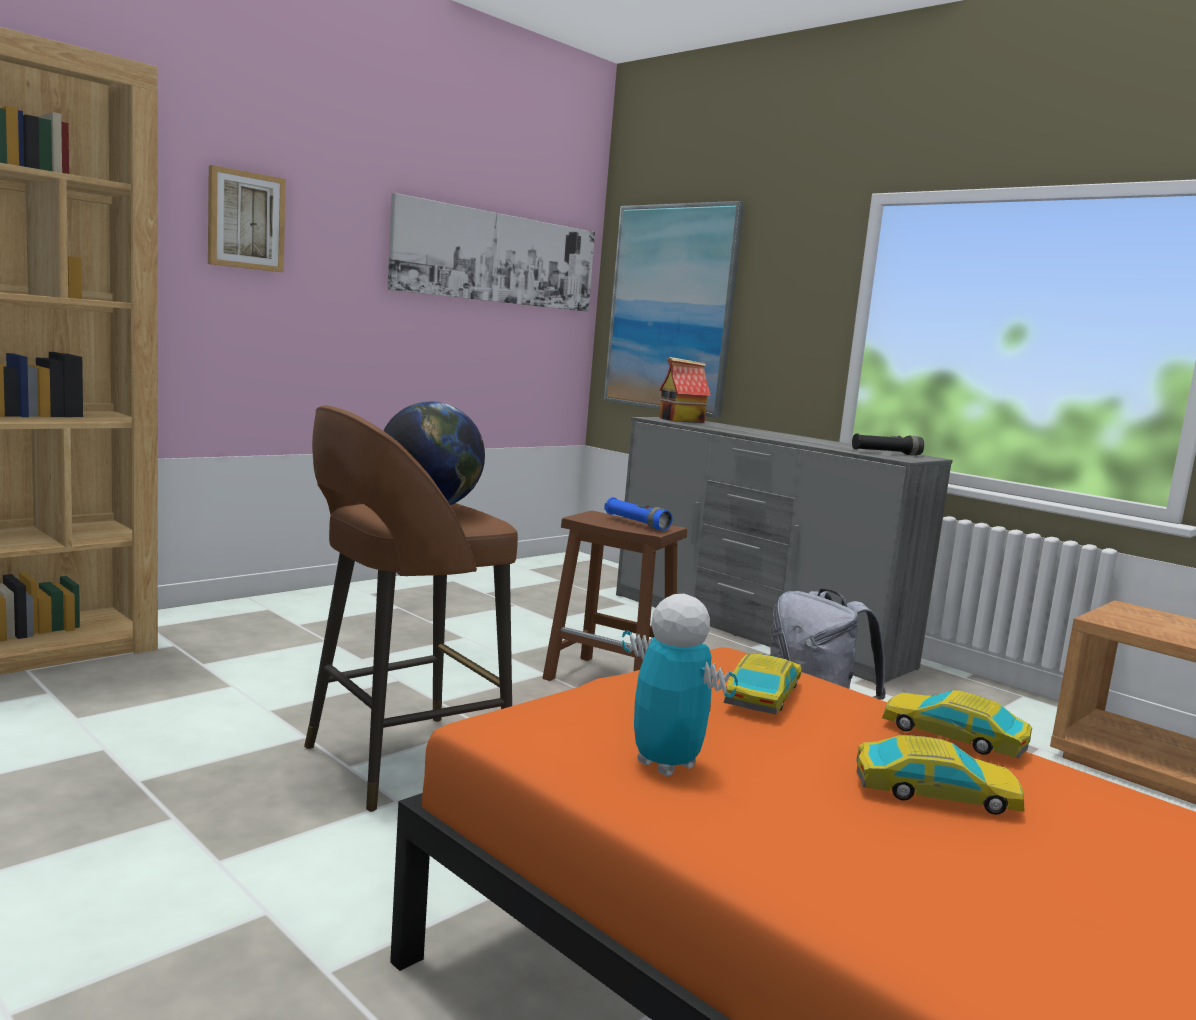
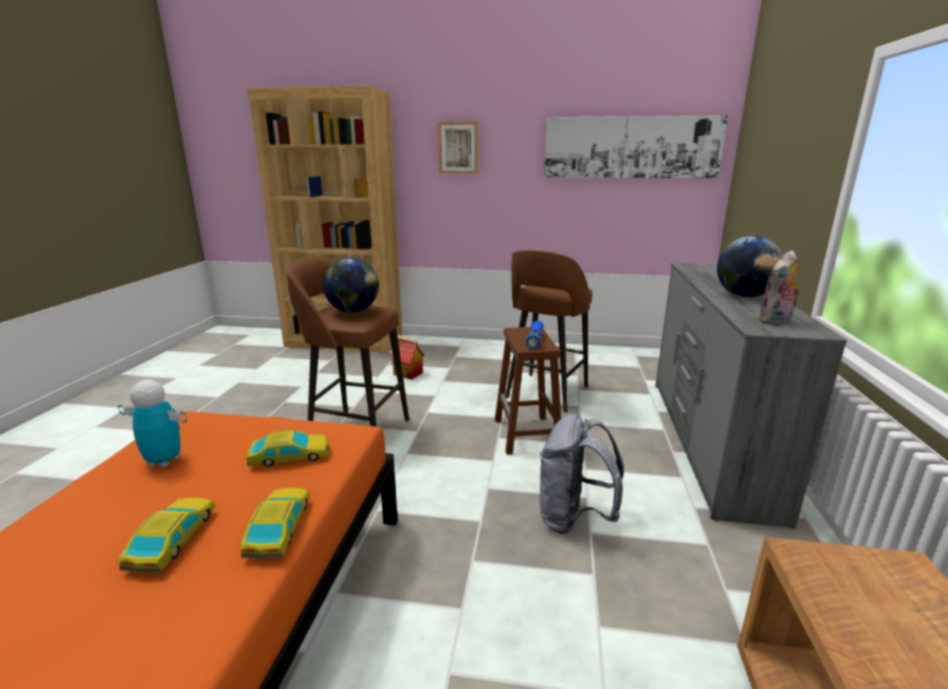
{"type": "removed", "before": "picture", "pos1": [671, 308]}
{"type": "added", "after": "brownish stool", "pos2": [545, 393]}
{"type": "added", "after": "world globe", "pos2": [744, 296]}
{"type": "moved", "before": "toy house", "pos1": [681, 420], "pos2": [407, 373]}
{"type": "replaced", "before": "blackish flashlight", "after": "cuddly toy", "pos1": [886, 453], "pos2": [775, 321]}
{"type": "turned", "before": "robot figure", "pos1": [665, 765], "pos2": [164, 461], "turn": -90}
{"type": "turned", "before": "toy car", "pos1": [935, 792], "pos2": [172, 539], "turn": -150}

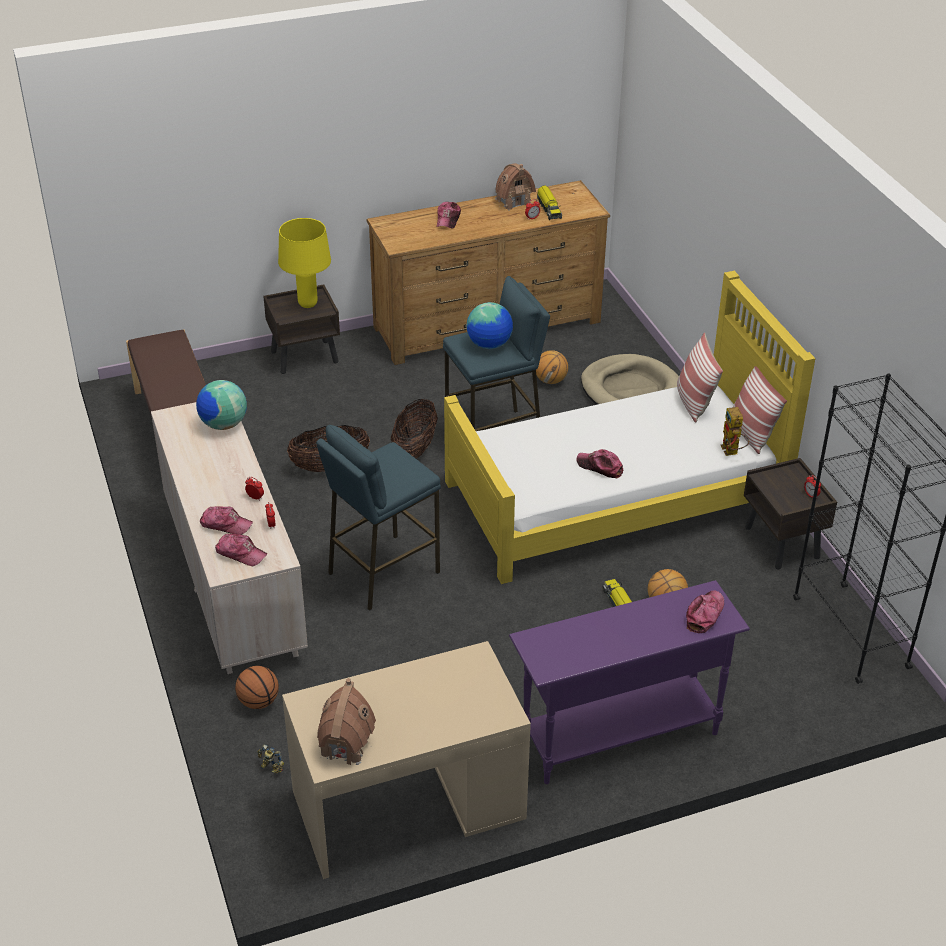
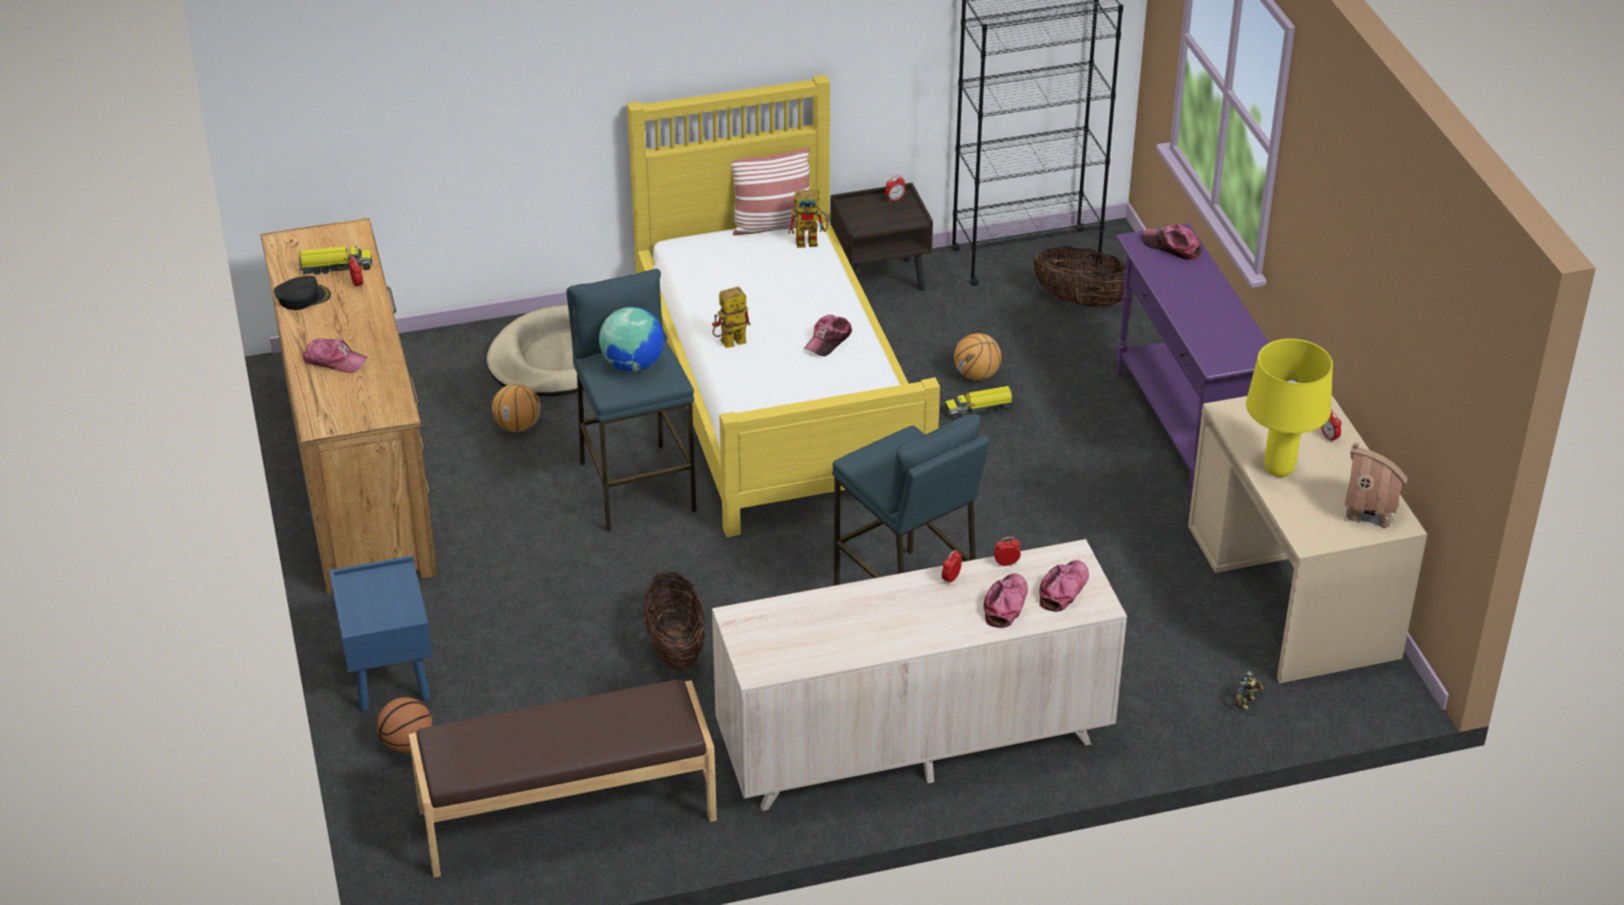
{"type": "removed", "before": "world globe", "pos1": [223, 424]}
{"type": "removed", "before": "pillow", "pos1": [694, 402]}
{"type": "added", "after": "robot figure", "pos2": [729, 344]}
{"type": "added", "after": "alarm clock", "pos2": [1329, 437]}
{"type": "moved", "before": "basketball ball", "pos1": [259, 701], "pos2": [407, 744]}
{"type": "moved", "before": "yellowish lamp for a table", "pos1": [307, 304], "pos2": [1279, 470]}
{"type": "moved", "before": "storage basket", "pos1": [414, 449], "pos2": [1082, 301]}
{"type": "replaced", "before": "toy house", "after": "blackish cap", "pos1": [513, 201], "pos2": [303, 297]}
{"type": "recoloured", "before": "brownish bedside table", "after": "blue-coloured bedside table", "pos1": [305, 357], "pos2": [388, 672]}

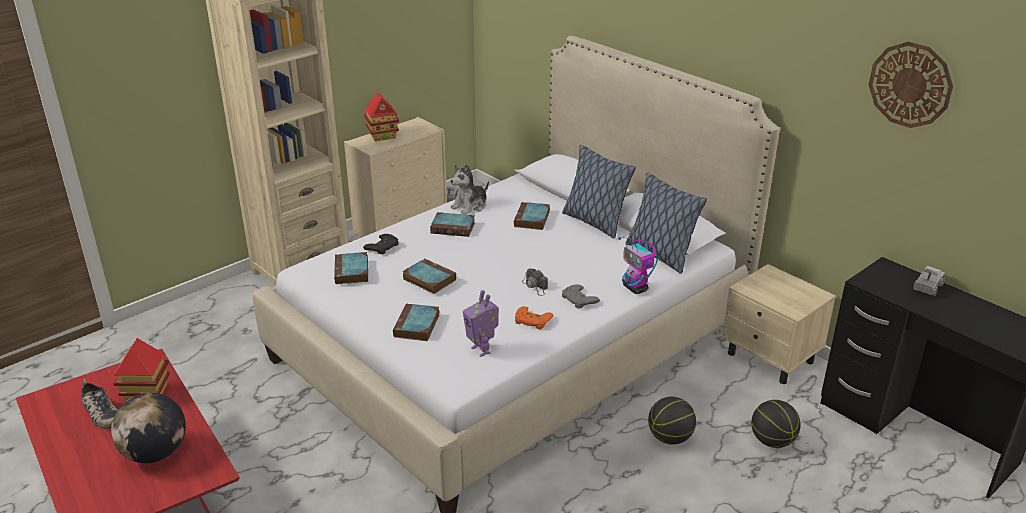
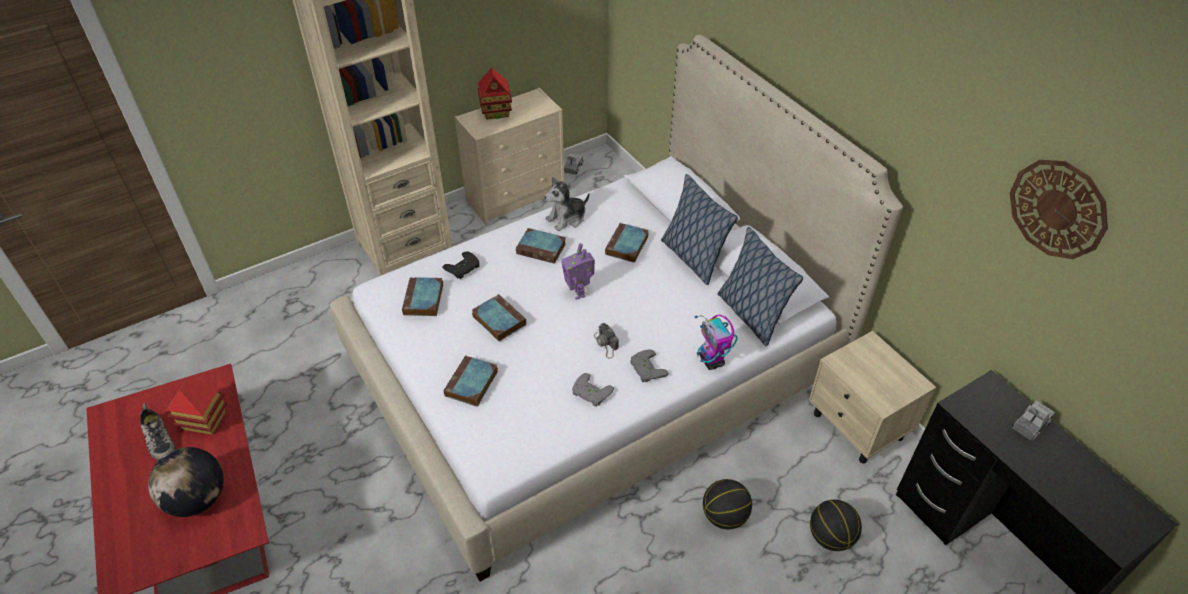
{"type": "moved", "before": "robot figure", "pos1": [481, 350], "pos2": [578, 292]}
{"type": "recoloured", "before": "orangey joypad", "after": "grey joypad", "pos1": [531, 321], "pos2": [590, 393]}

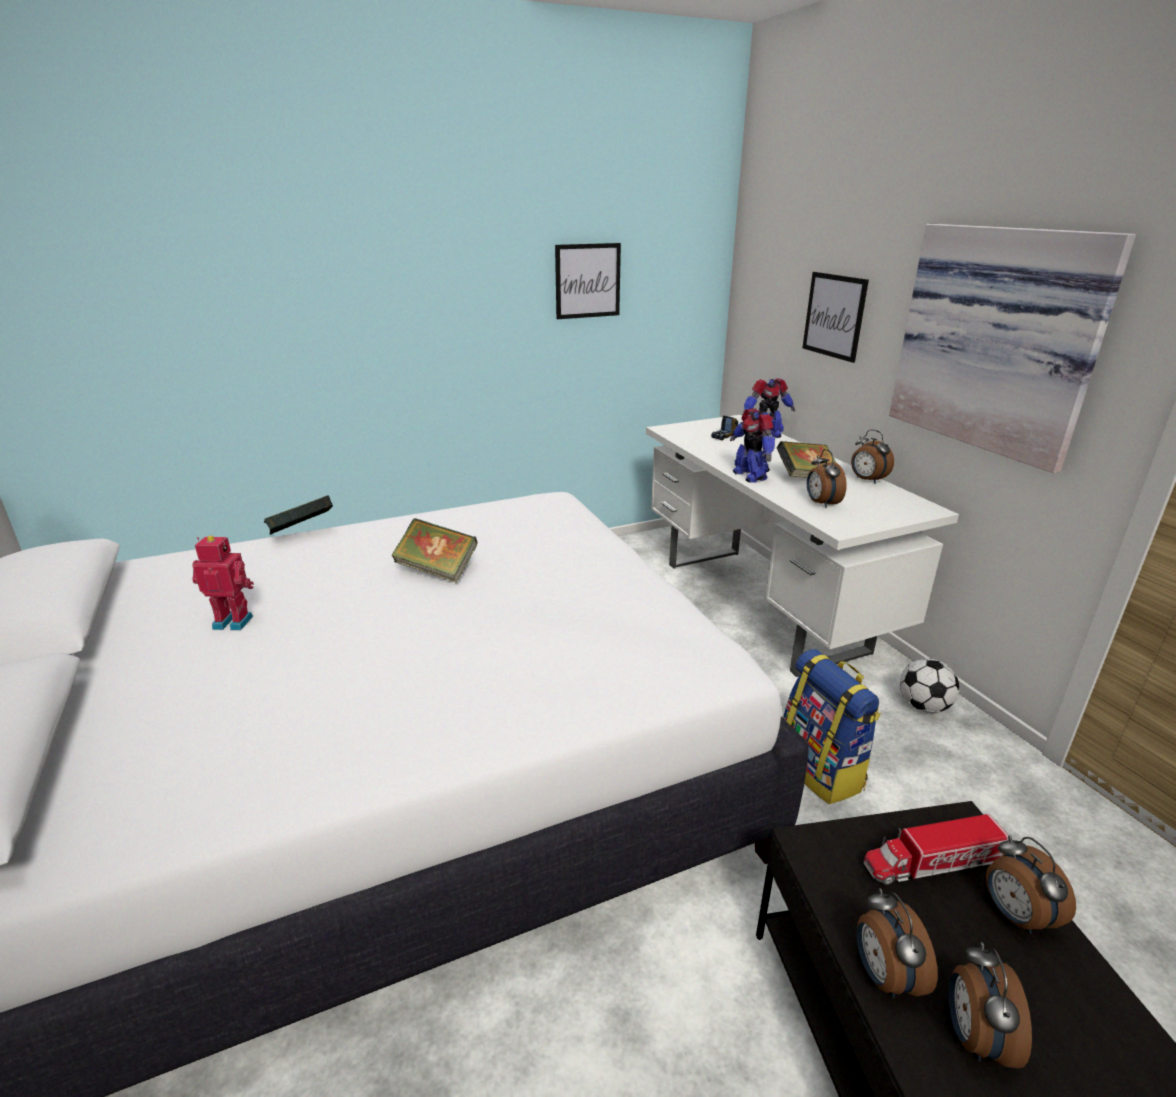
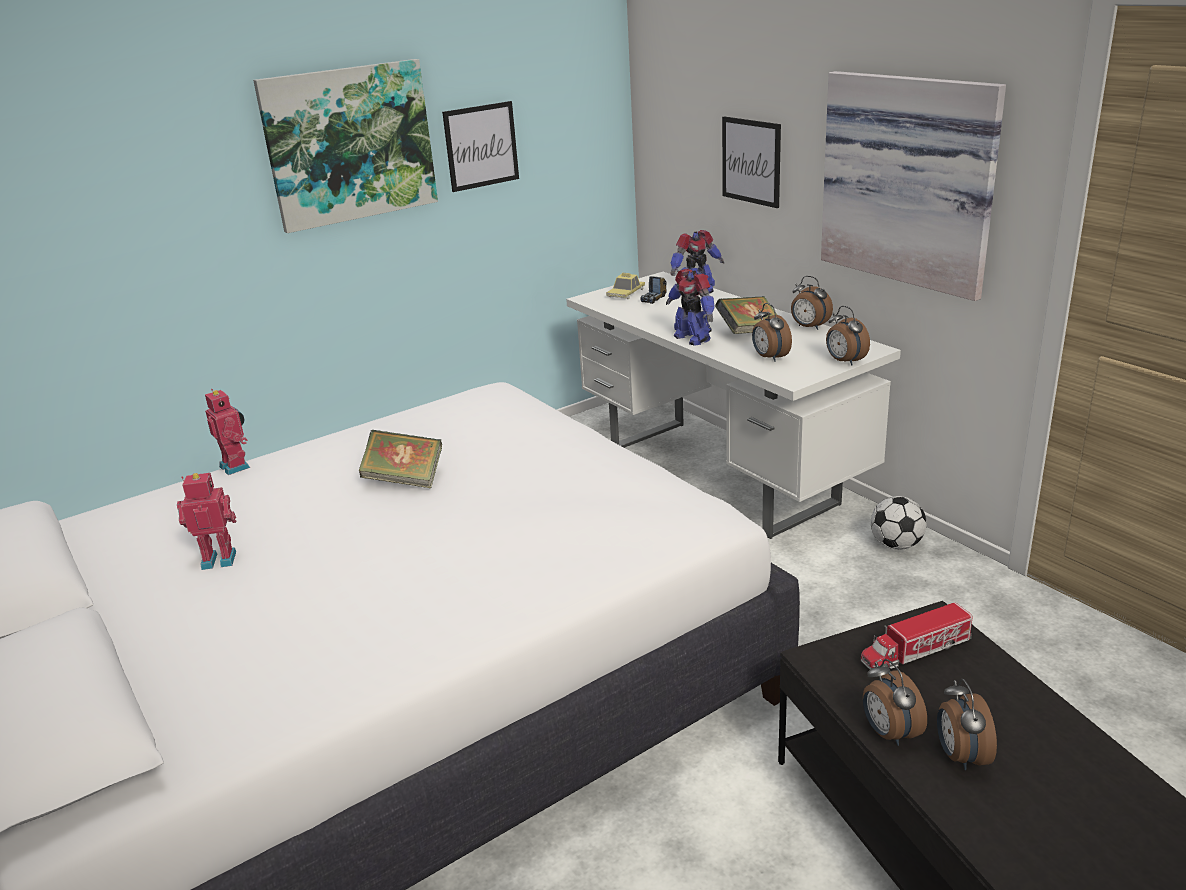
{"type": "removed", "before": "backpack", "pos1": [821, 770]}
{"type": "added", "after": "picture", "pos2": [349, 144]}
{"type": "added", "after": "toy car", "pos2": [626, 293]}
{"type": "moved", "before": "alarm clock", "pos1": [1014, 915], "pos2": [844, 361]}
{"type": "replaced", "before": "bound book", "after": "robot figure", "pos1": [302, 534], "pos2": [237, 466]}

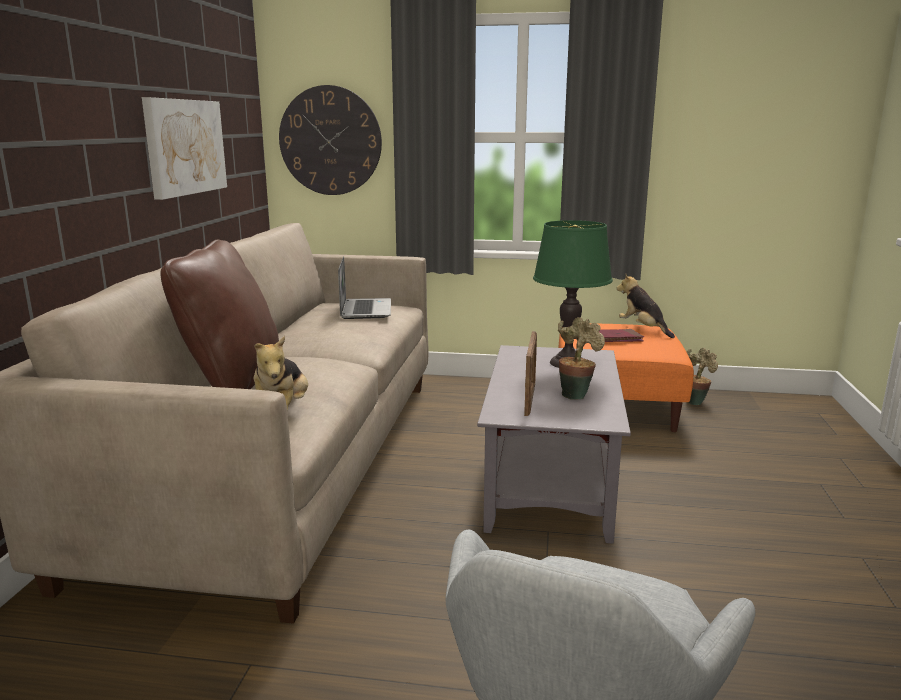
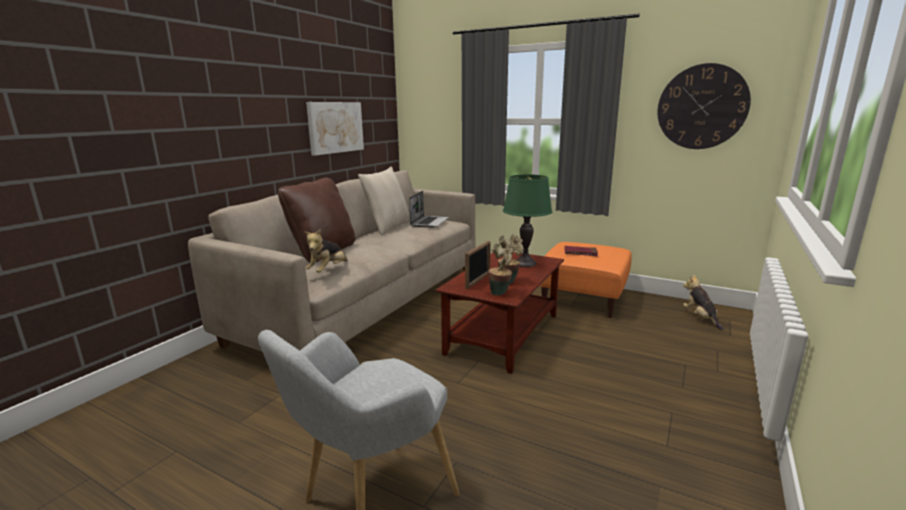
{"type": "added", "after": "beige pillow", "pos2": [388, 227]}
{"type": "moved", "before": "hanging clock", "pos1": [330, 141], "pos2": [702, 107]}
{"type": "moved", "before": "cuddly toy", "pos1": [643, 329], "pos2": [700, 318]}
{"type": "moved", "before": "plant in a pot", "pos1": [696, 401], "pos2": [500, 292]}
{"type": "recoloured", "before": "grey low table", "after": "brownish low table", "pos1": [549, 479], "pos2": [503, 333]}

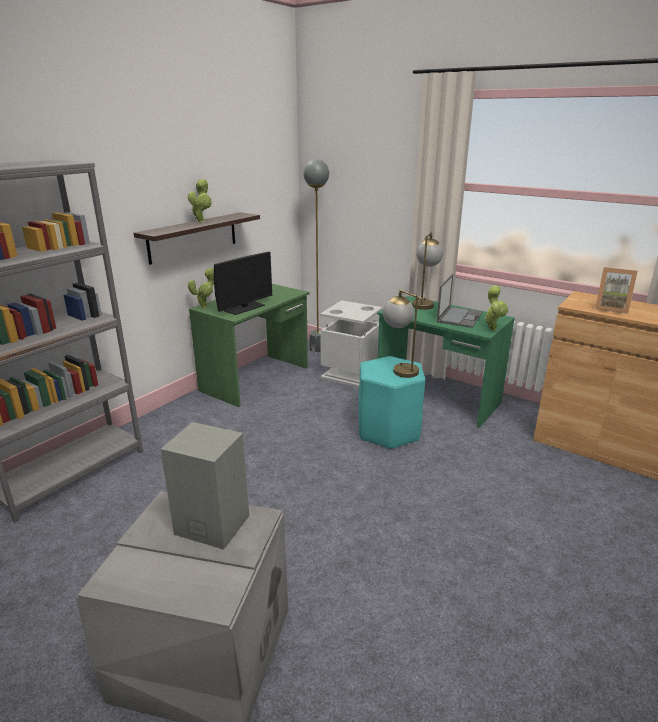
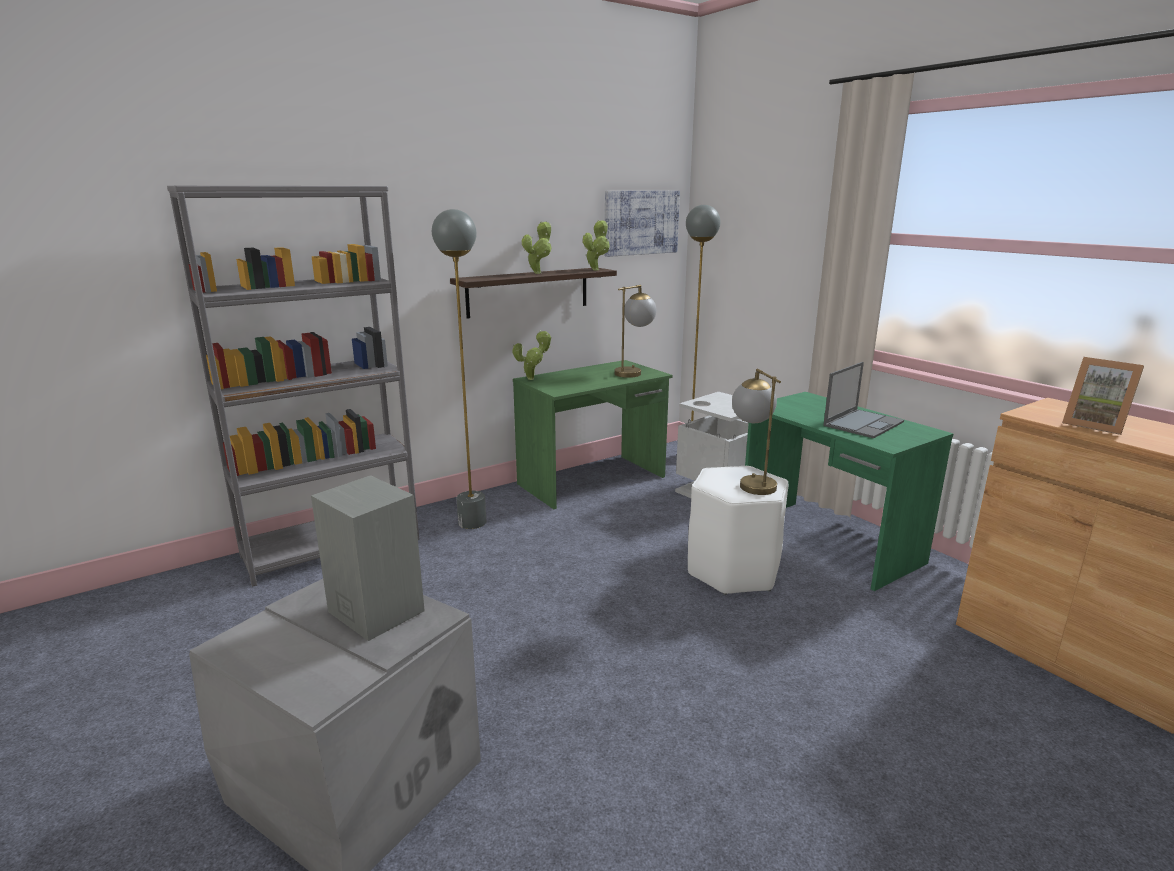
{"type": "removed", "before": "computer screen", "pos1": [244, 308]}
{"type": "added", "after": "grey standard lamp", "pos2": [472, 522]}
{"type": "added", "after": "picture", "pos2": [641, 222]}
{"type": "moved", "before": "lamp for a table", "pos1": [424, 303], "pos2": [633, 372]}
{"type": "moved", "before": "plant in a pot", "pos1": [492, 329], "pos2": [596, 269]}
{"type": "recoloured", "before": "turquoise stool", "after": "whitish stool", "pos1": [388, 431], "pos2": [732, 571]}

